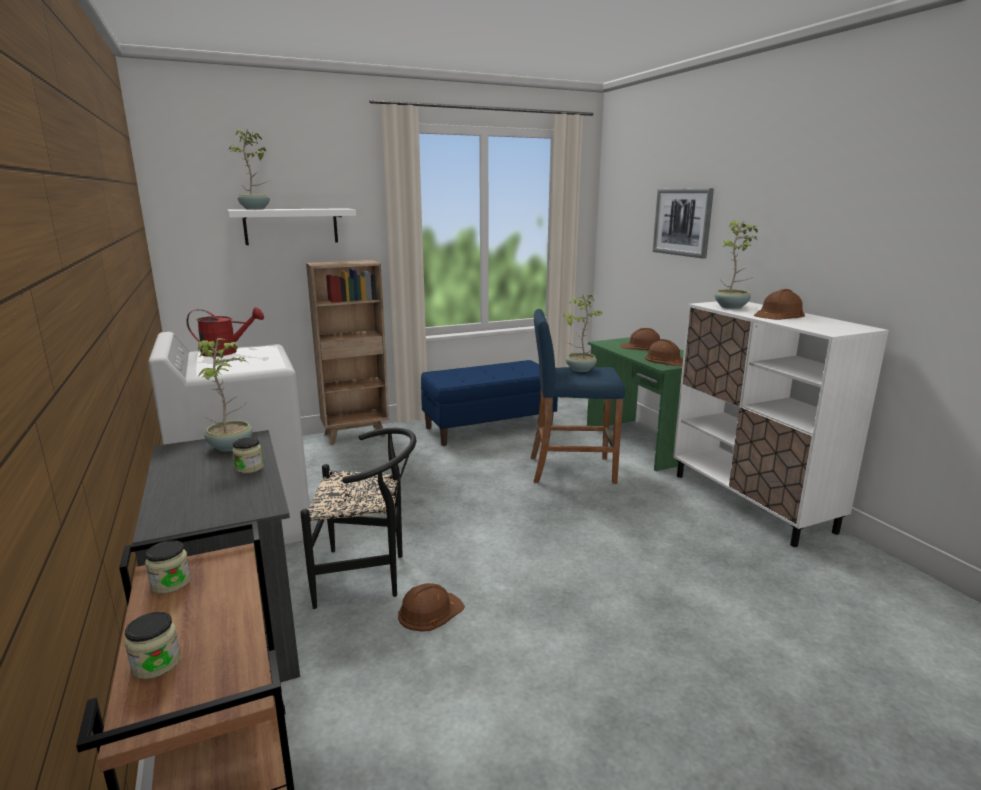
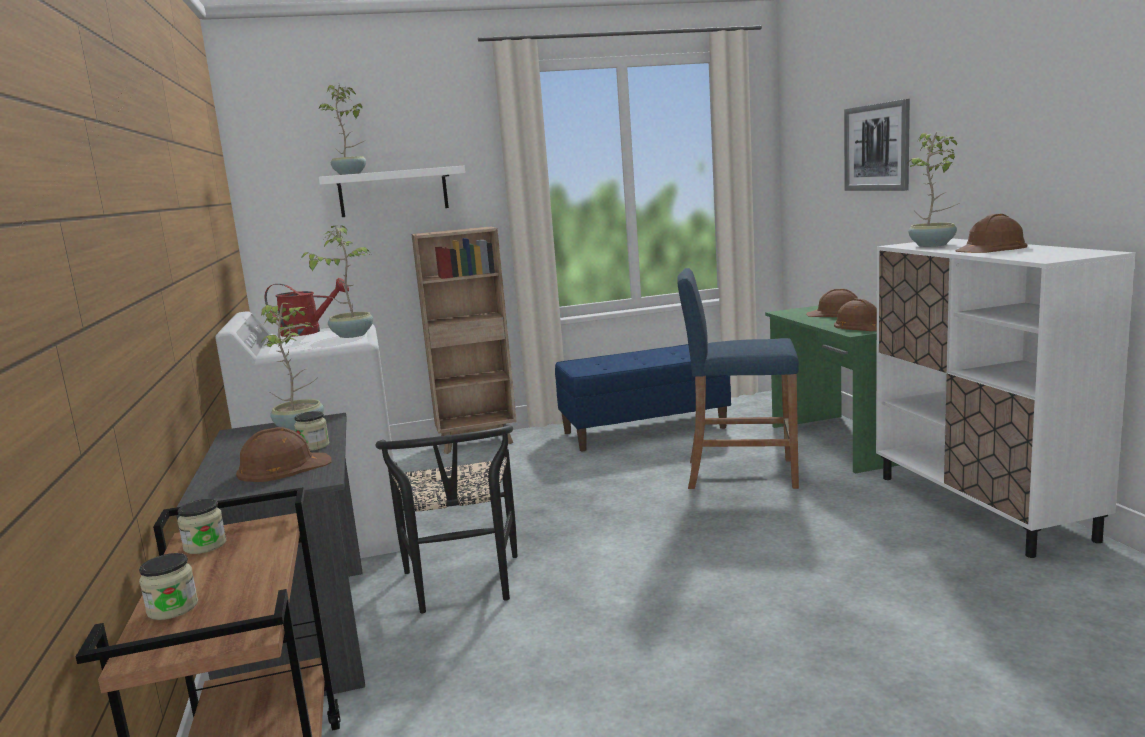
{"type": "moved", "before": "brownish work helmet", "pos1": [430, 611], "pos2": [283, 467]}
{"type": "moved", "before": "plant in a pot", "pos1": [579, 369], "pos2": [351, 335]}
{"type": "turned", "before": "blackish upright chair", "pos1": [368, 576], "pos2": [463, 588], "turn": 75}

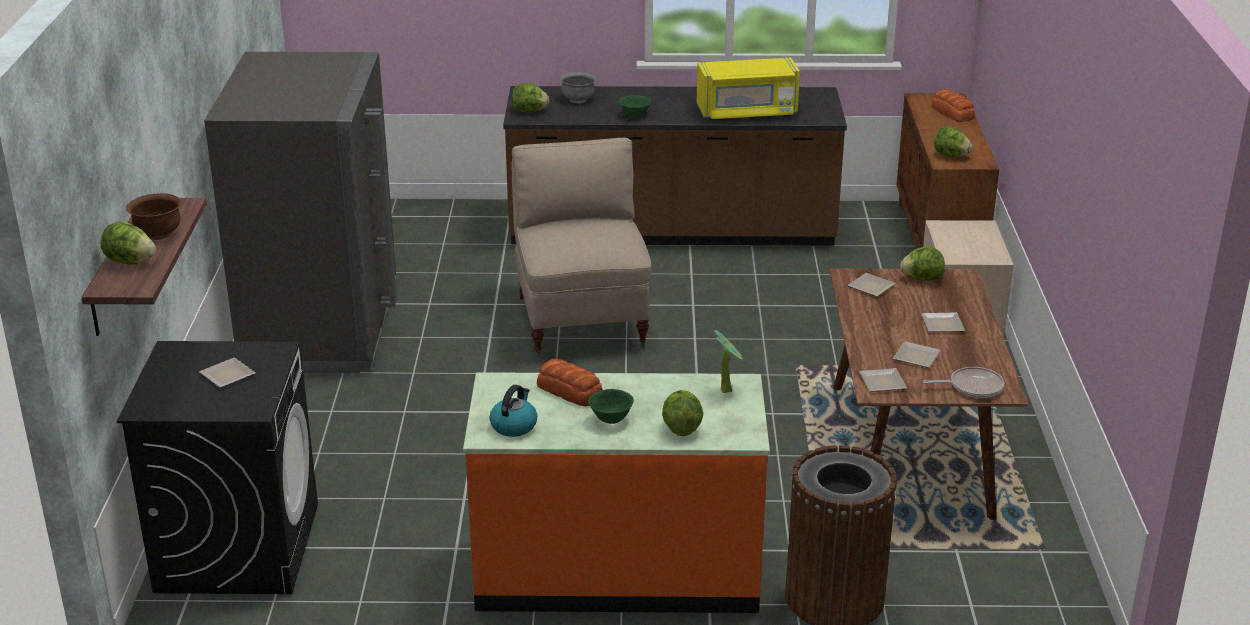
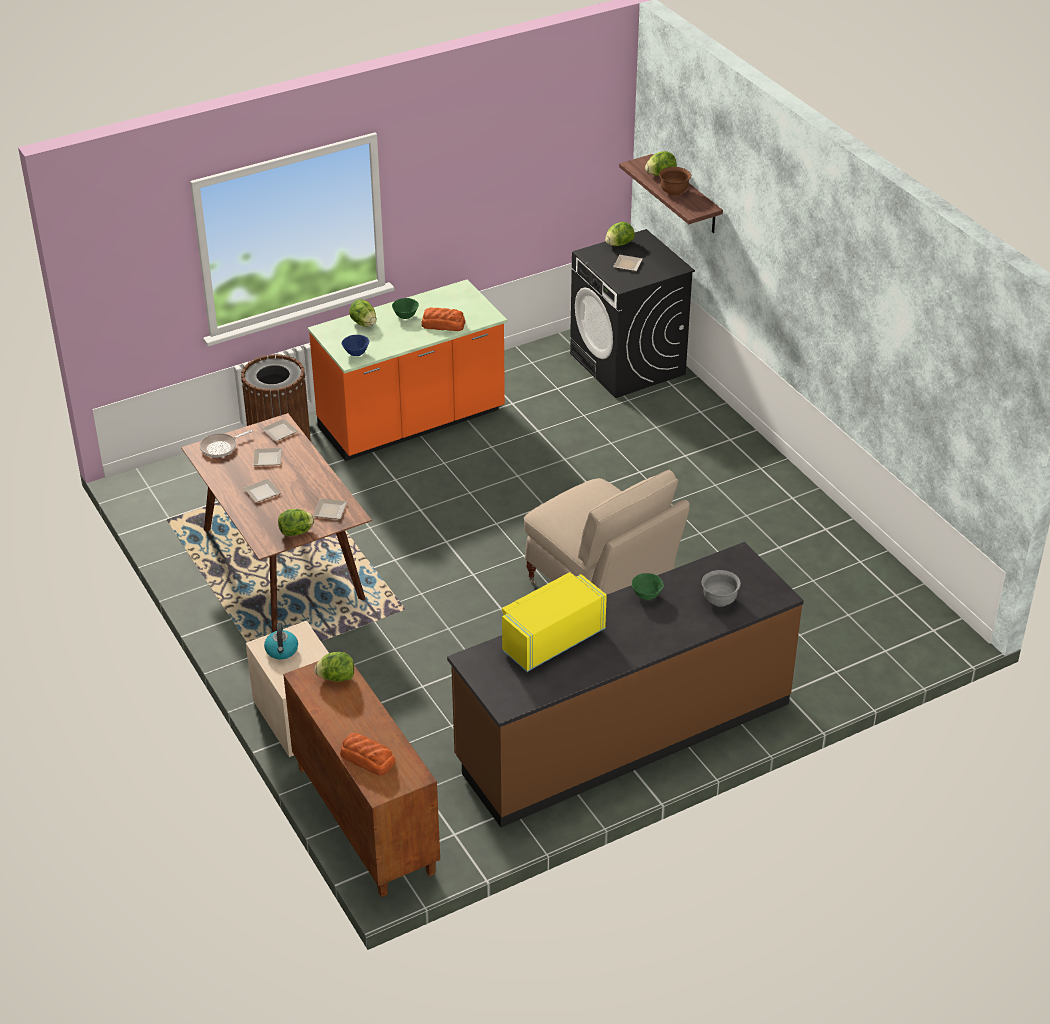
{"type": "removed", "before": "grey fridge", "pos1": [322, 329]}
{"type": "moved", "before": "kettle", "pos1": [514, 425], "pos2": [282, 651]}
{"type": "moved", "before": "lettuce head", "pos1": [529, 111], "pos2": [619, 244]}
{"type": "replaced", "before": "plant in a pot", "after": "blue-coloured bowl", "pos1": [727, 389], "pos2": [356, 353]}

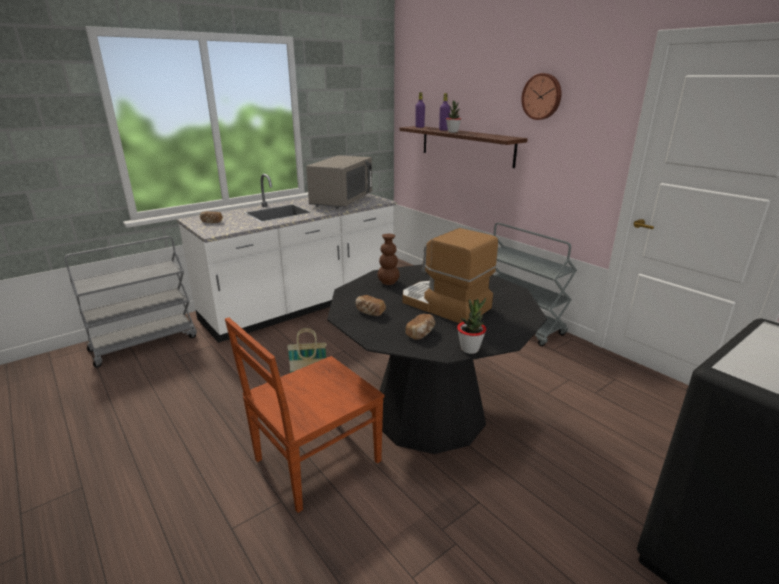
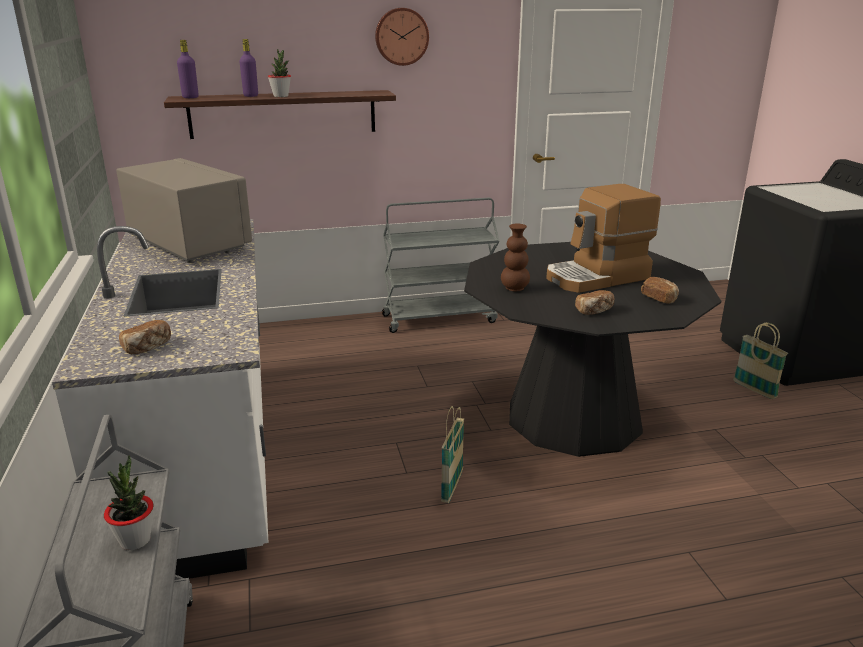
{"type": "removed", "before": "brownish upright chair", "pos1": [315, 462]}
{"type": "added", "after": "storage basket", "pos2": [754, 390]}
{"type": "moved", "before": "plant in a pot", "pos1": [470, 349], "pos2": [135, 540]}

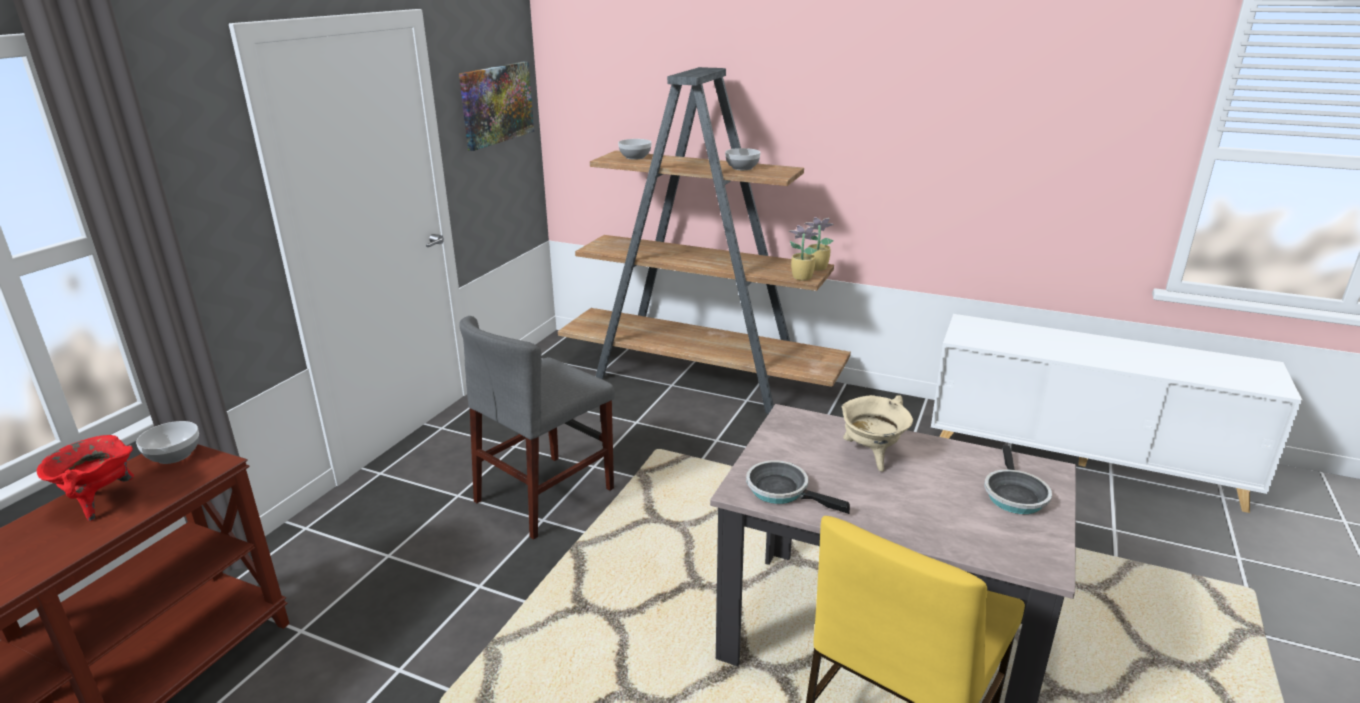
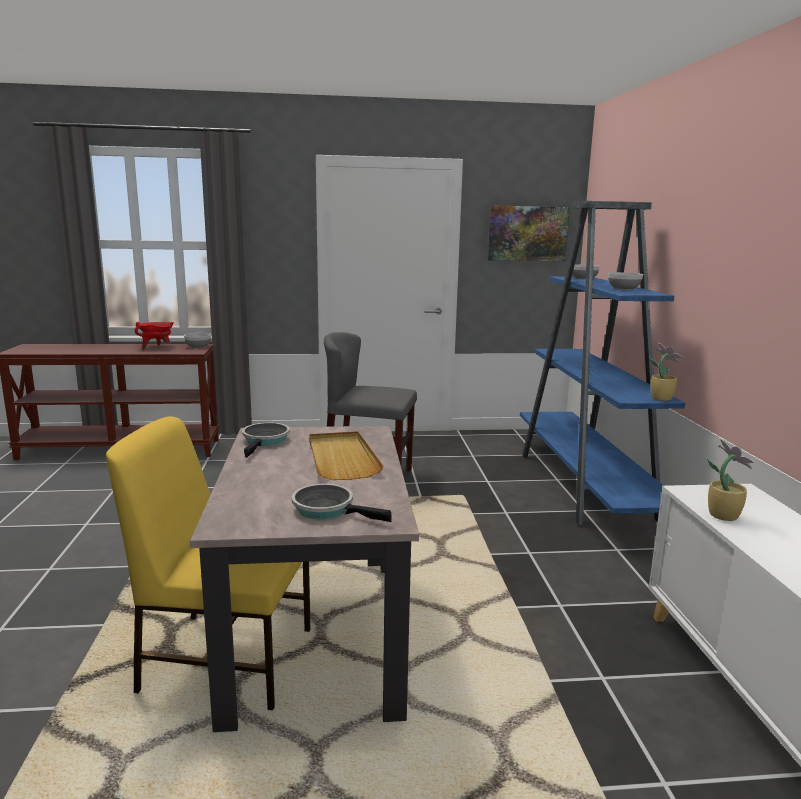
{"type": "moved", "before": "plant in a pot", "pos1": [801, 277], "pos2": [722, 515]}
{"type": "replaced", "before": "beige saucepot", "after": "beige serving tray", "pos1": [871, 456], "pos2": [341, 458]}
{"type": "recoloured", "before": "brownish shelving unit", "after": "blue-coloured shelving unit", "pos1": [700, 378], "pos2": [585, 486]}
{"type": "turned", "before": "skillet", "pos1": [1013, 495], "pos2": [328, 509], "turn": 45}

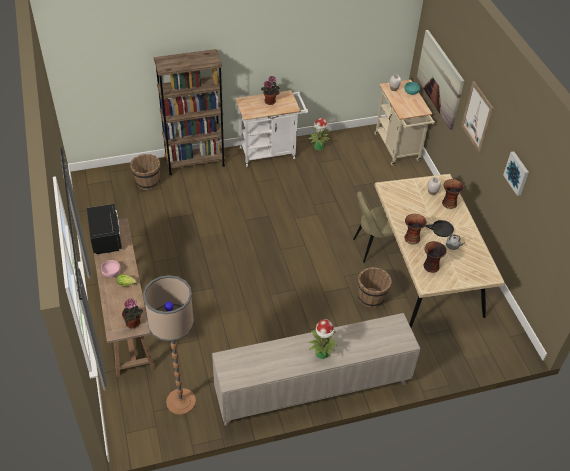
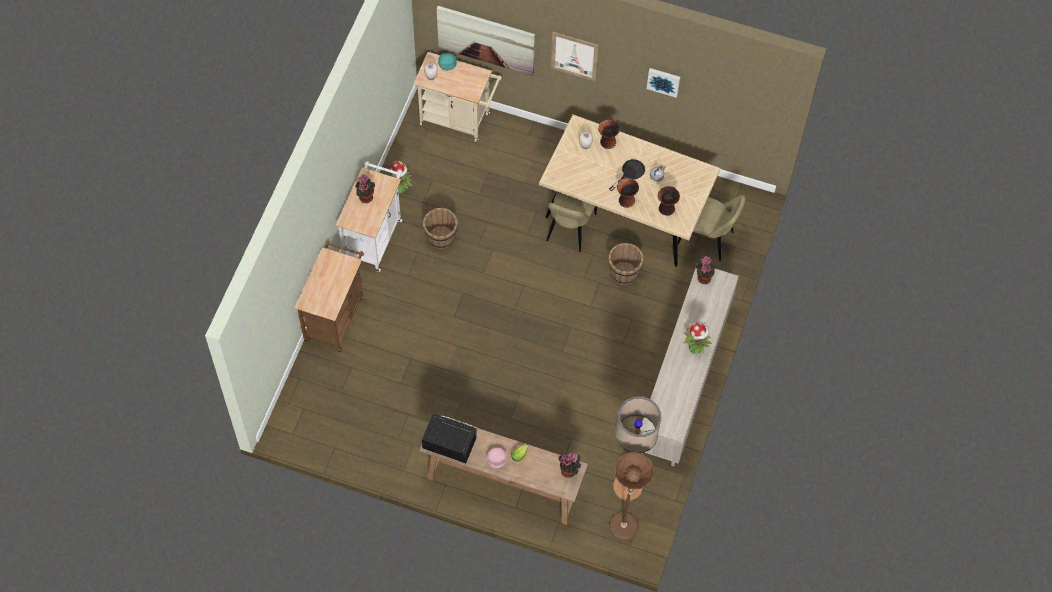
{"type": "added", "after": "brownish standard lamp", "pos2": [623, 532]}
{"type": "added", "after": "beige upright chair", "pos2": [708, 239]}
{"type": "added", "after": "plant in a pot", "pos2": [703, 277]}
{"type": "moved", "before": "brownish water bucket", "pos1": [147, 182], "pos2": [441, 238]}
{"type": "replaced", "before": "brownish shelving unit", "after": "brownish wheeled cart", "pos1": [195, 162], "pos2": [335, 315]}

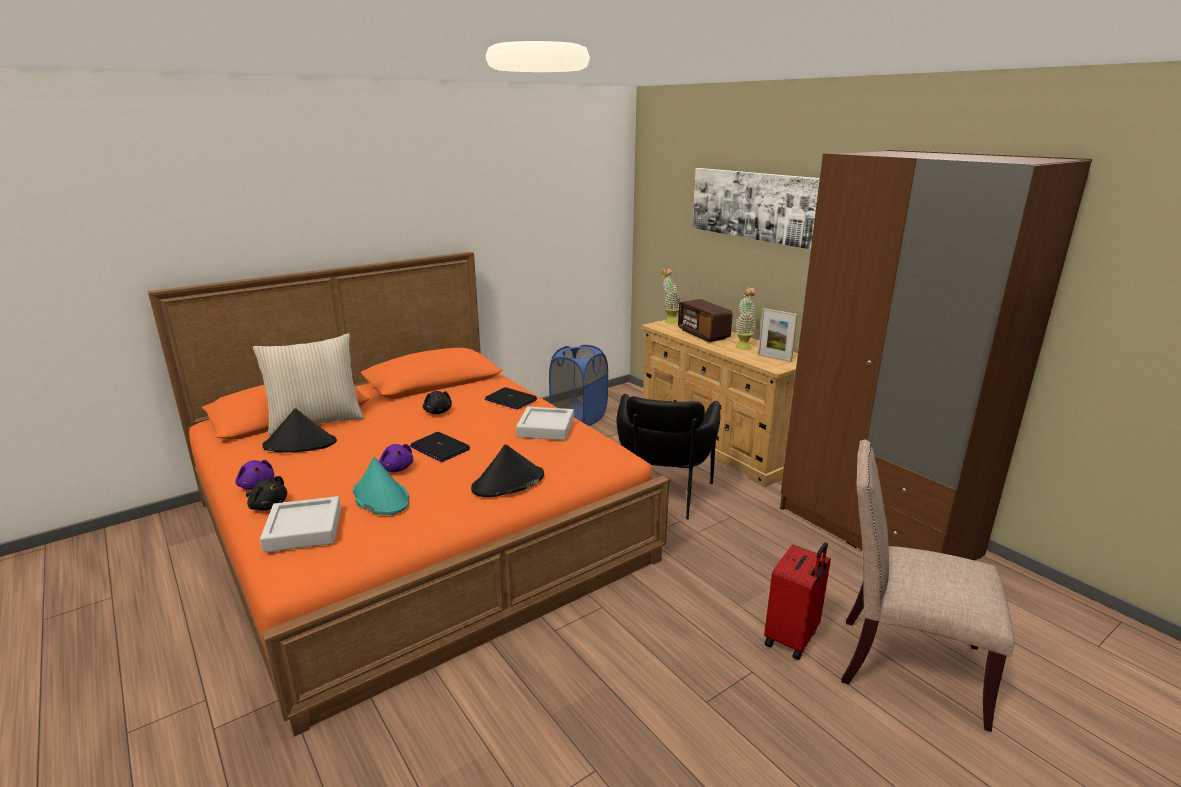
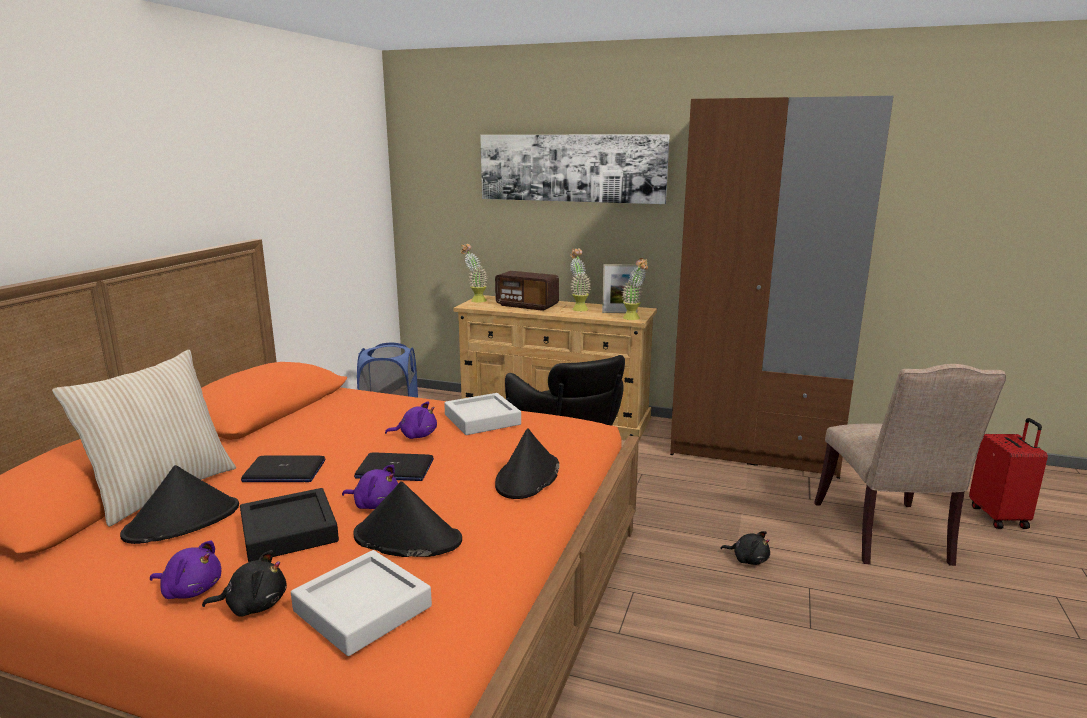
{"type": "added", "after": "blackish serving tray", "pos2": [289, 531]}
{"type": "added", "after": "purple-coloured cuddly toy", "pos2": [416, 435]}
{"type": "added", "after": "plant in a pot", "pos2": [634, 319]}
{"type": "moved", "before": "blackish cuddly toy", "pos1": [438, 411], "pos2": [748, 559]}
{"type": "moved", "before": "portable computer", "pos1": [510, 400], "pos2": [284, 471]}
{"type": "moved", "before": "reddish piece of luggage", "pos1": [792, 638], "pos2": [999, 517]}
{"type": "recoloured", "before": "turquoise wearable hat", "after": "blackish wearable hat", "pos1": [380, 497], "pos2": [407, 538]}
{"type": "turned", "before": "beige upright chair", "pos1": [903, 665], "pos2": [886, 536], "turn": -75}

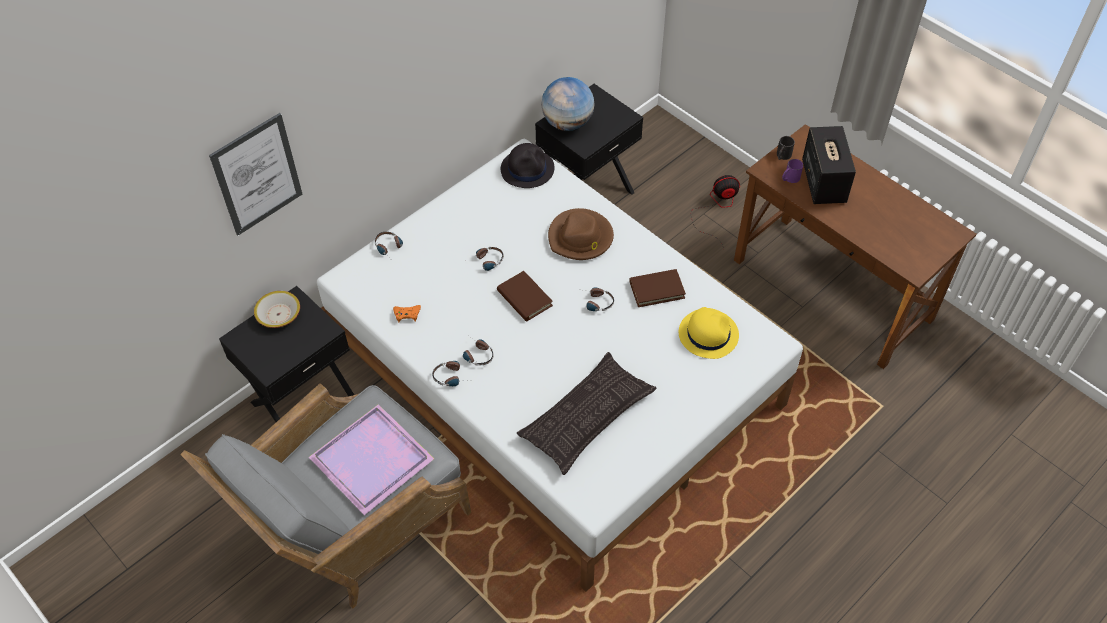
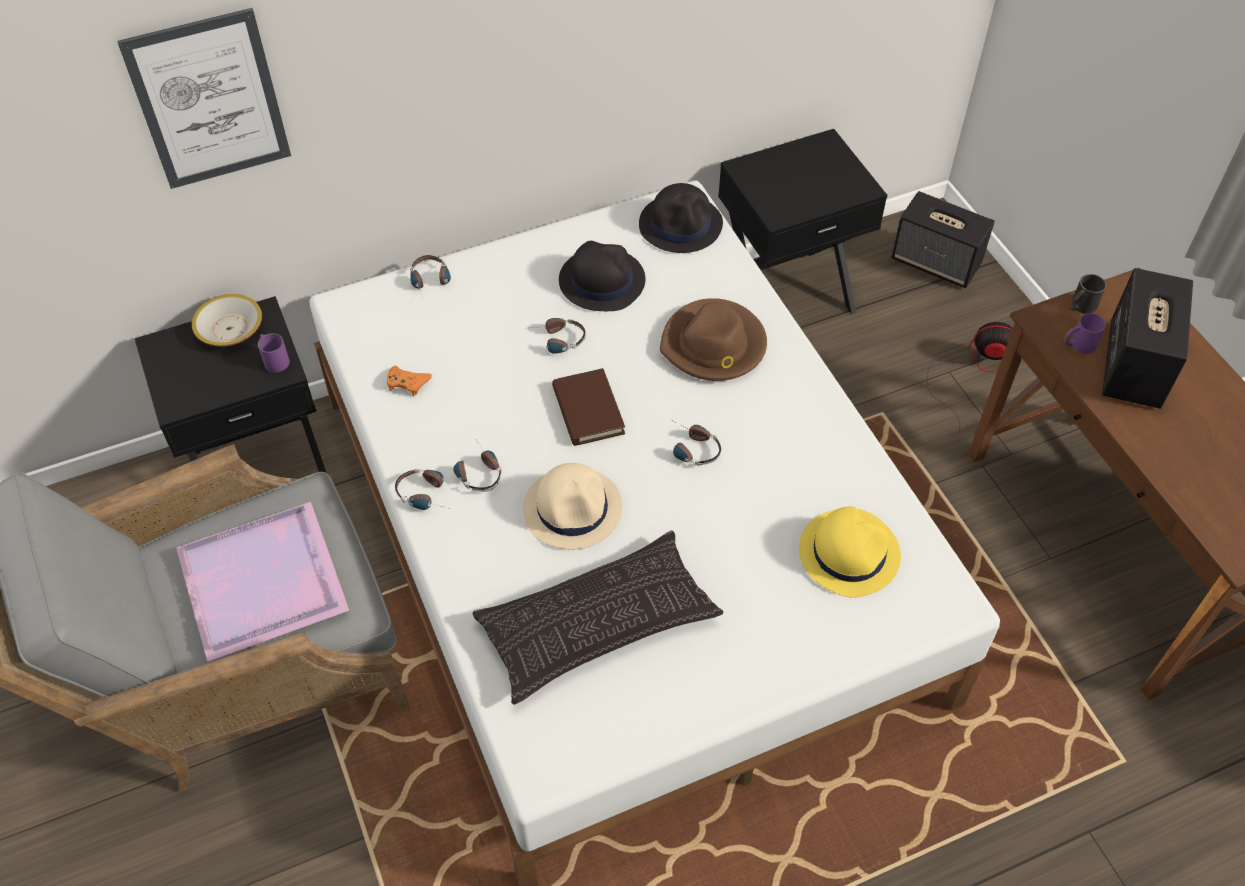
{"type": "removed", "before": "world globe", "pos1": [568, 123]}
{"type": "removed", "before": "brownish bound book", "pos1": [657, 290]}
{"type": "added", "after": "purple-coloured mug", "pos2": [274, 359]}
{"type": "added", "after": "beige wearable hat", "pos2": [573, 508]}
{"type": "added", "after": "blackish wearable hat", "pos2": [601, 280]}
{"type": "added", "after": "audio speaker", "pos2": [937, 262]}

